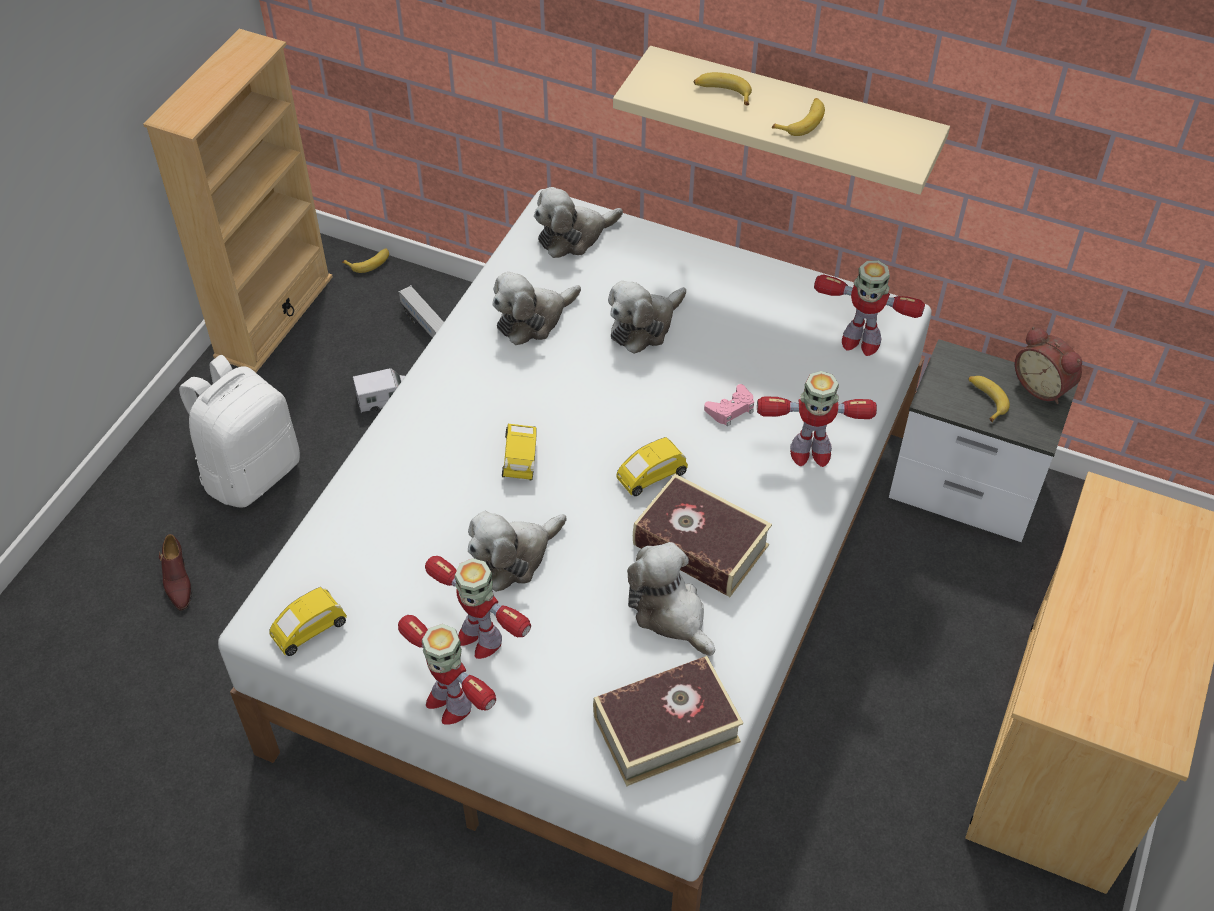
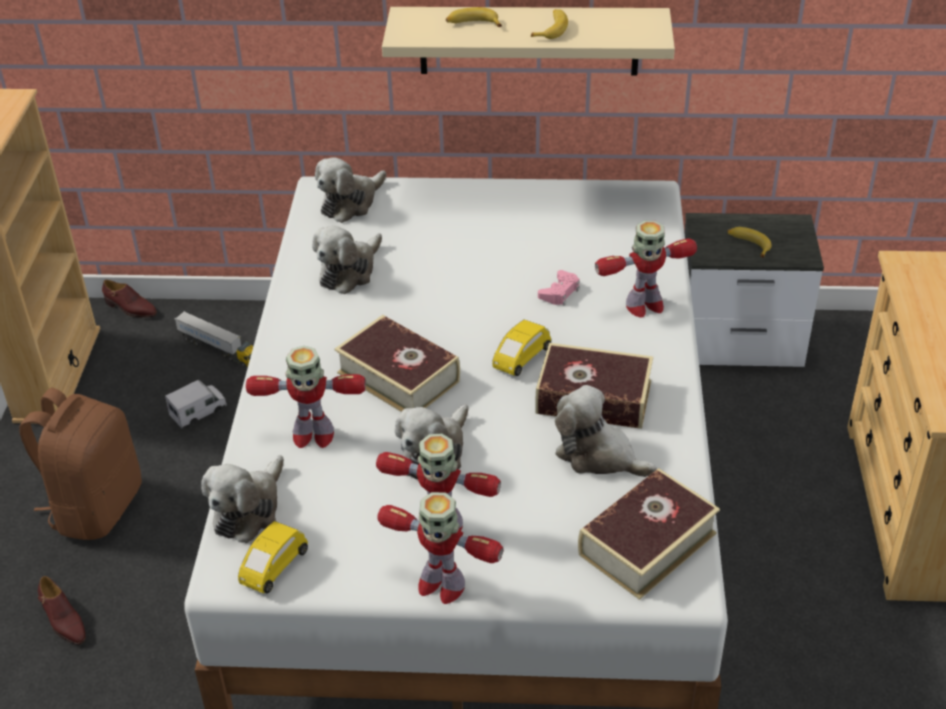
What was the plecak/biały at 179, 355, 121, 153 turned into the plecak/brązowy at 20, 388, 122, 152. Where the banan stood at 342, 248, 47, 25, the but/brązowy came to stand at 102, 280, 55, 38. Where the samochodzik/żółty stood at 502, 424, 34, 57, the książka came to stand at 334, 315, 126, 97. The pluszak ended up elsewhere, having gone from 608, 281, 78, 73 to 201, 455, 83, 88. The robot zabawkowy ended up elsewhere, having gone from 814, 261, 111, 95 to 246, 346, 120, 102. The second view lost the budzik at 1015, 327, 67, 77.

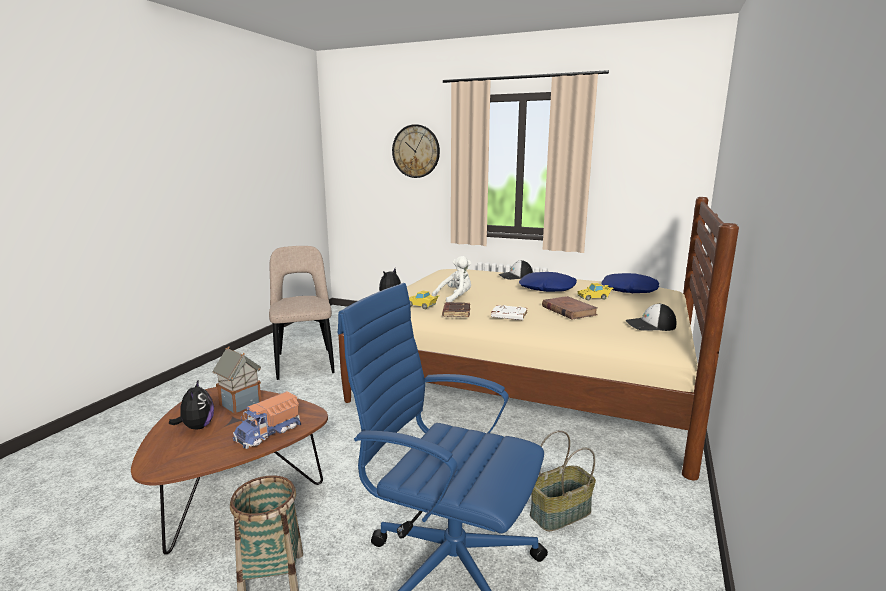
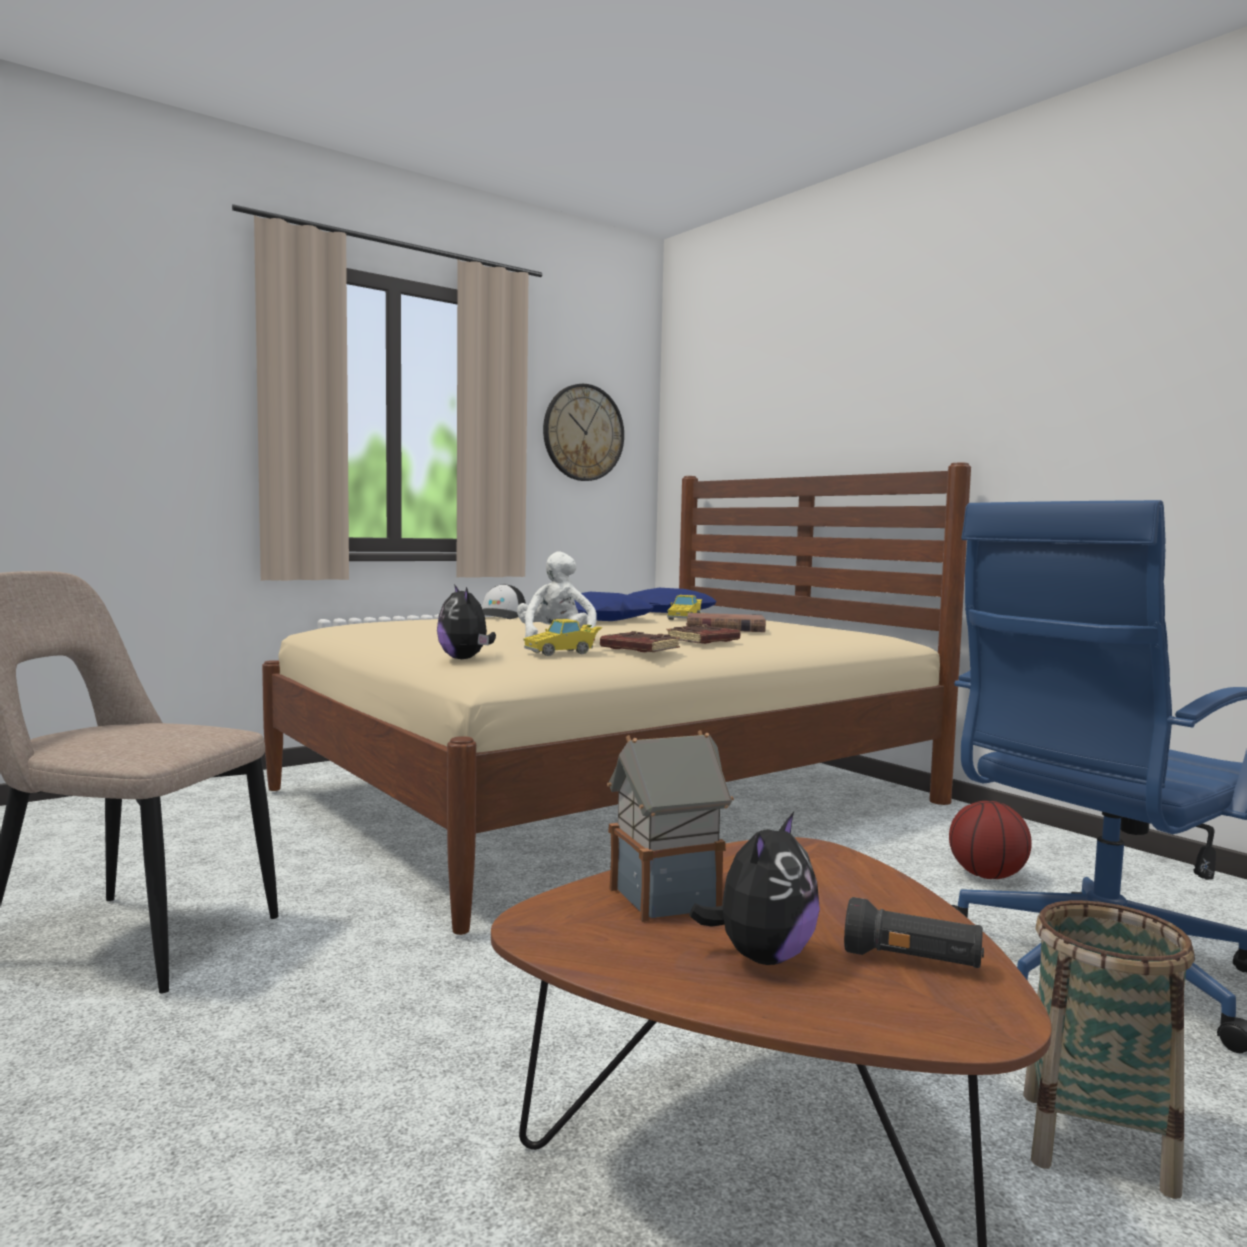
The pluszak at 169, 379, 45, 50 ended up facing another way, 105 degrees clockwise from before. The second view lost the ciężarówka zabawkowa at 233, 391, 68, 58. The zegar ścienny ended up elsewhere, having gone from 392, 124, 48, 54 to 543, 384, 81, 97. What was the książka/biały at 491, 305, 37, 15 turned into the książka/brązowy at 666, 625, 74, 19. Where the koszyk stood at 530, 430, 66, 101, the piłka do koszykówki came to stand at 949, 801, 83, 78. The second view lost the czapka z daszkiem at 626, 304, 50, 27. The second view gained the latarka/czarny at 844, 897, 140, 71.

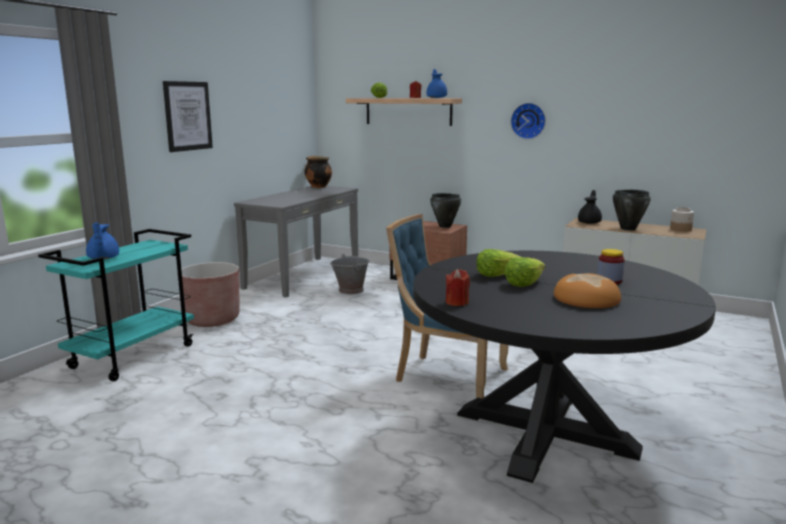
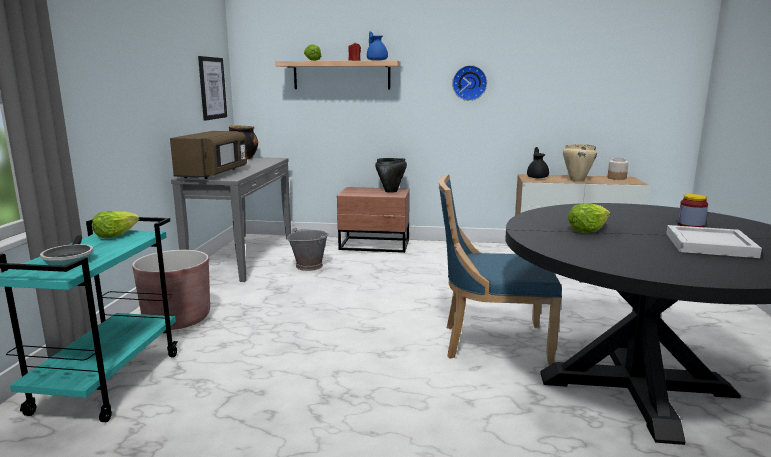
Where the imbryk/niebieski stood at 86, 222, 33, 37, the patelnia came to stand at 40, 235, 53, 31. The obraz ended up elsewhere, having gone from 163, 81, 50, 71 to 198, 56, 29, 65. The second view lost the świeca/czerwony at 446, 269, 24, 37. The sałata ended up elsewhere, having gone from 504, 257, 41, 30 to 92, 211, 47, 27. Where the chleb stood at 554, 273, 67, 35, the taca/biały came to stand at 666, 225, 96, 33. What was the garnek/czarny at 613, 190, 37, 41 turned into the garnek/beżowy at 563, 144, 34, 38. The second view gained the mikrofalówka/brązowy at 170, 131, 77, 48.

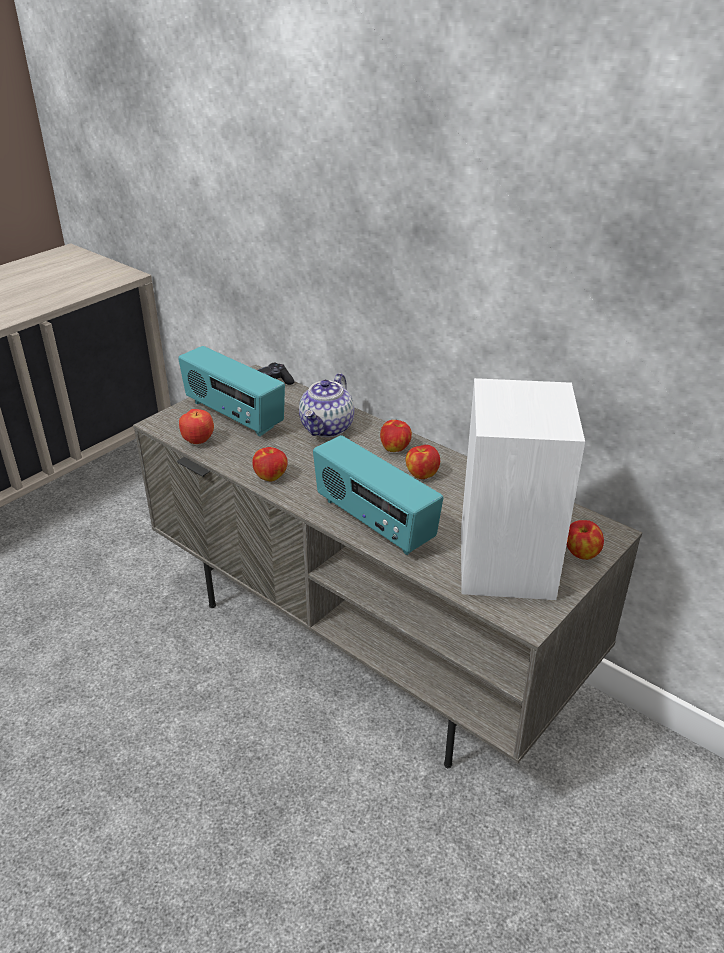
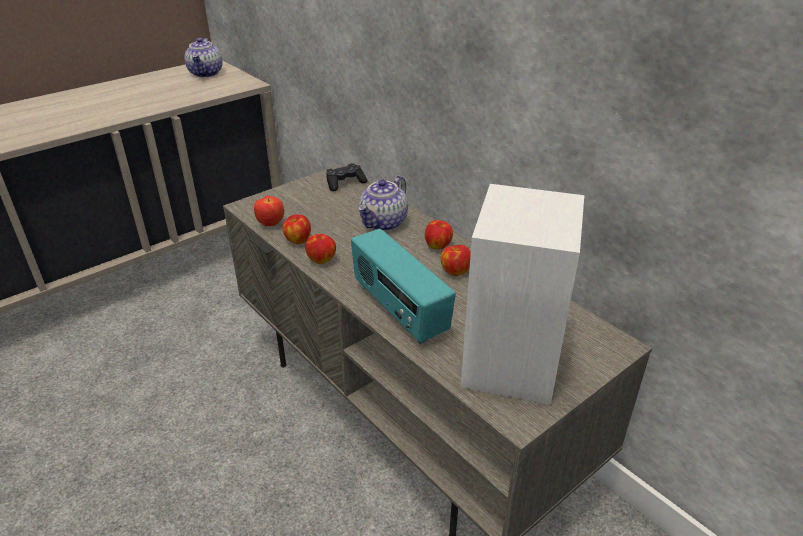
The second view lost the radio at 178, 346, 107, 91. The jabłko ended up elsewhere, having gone from 567, 520, 37, 40 to 282, 214, 29, 30. The second view gained the imbryk at 185, 38, 37, 39.

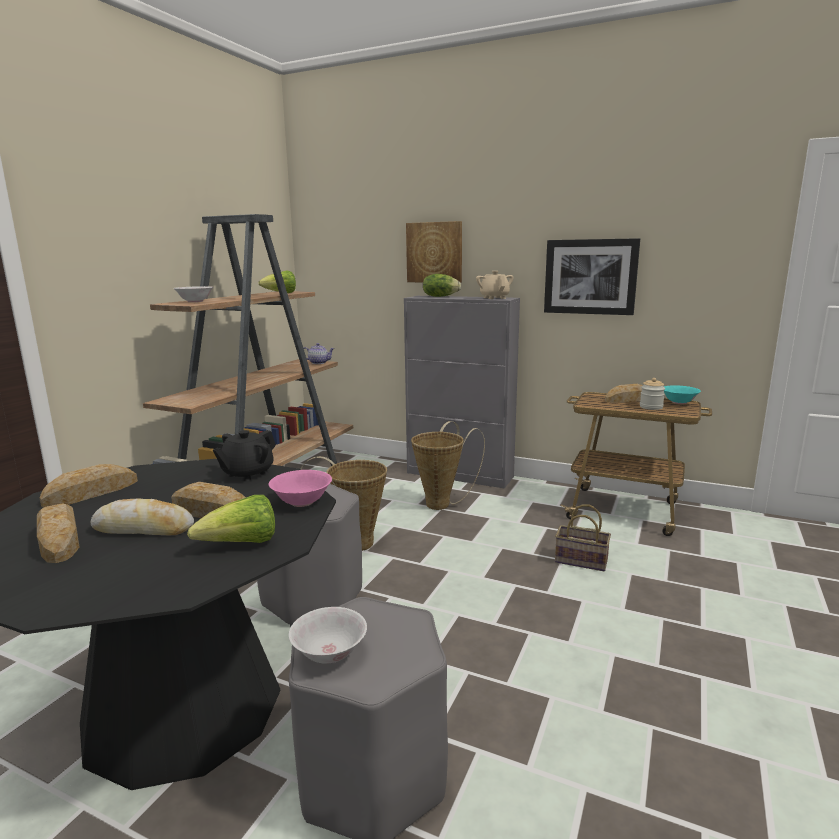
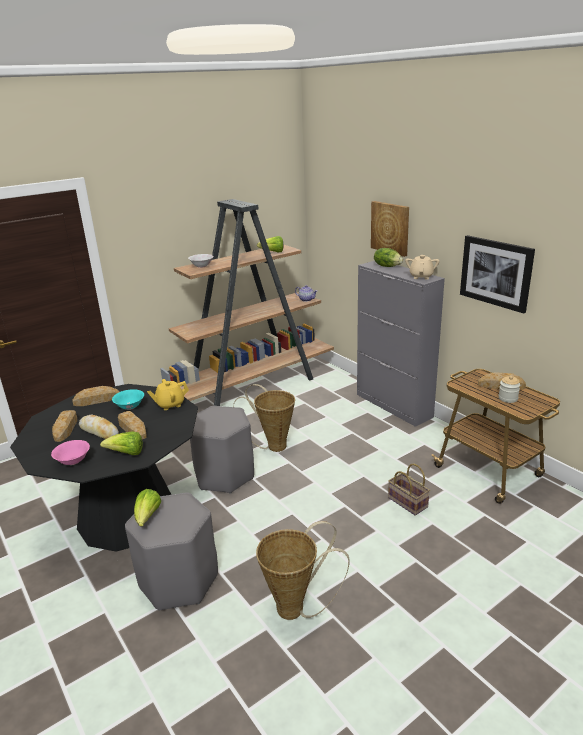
What was the imbryk/czarny at 213, 430, 63, 51 turned into the imbryk/żółty at 147, 379, 42, 31. The miska/różowy ended up elsewhere, having gone from 269, 470, 63, 37 to 51, 440, 39, 25. Where the miska/biały stood at 289, 607, 78, 57, the sałata came to stand at 134, 489, 27, 38. The koszyk ended up elsewhere, having gone from 411, 421, 74, 89 to 256, 521, 94, 99. The miska/turkusowy ended up elsewhere, having gone from 664, 385, 37, 19 to 112, 389, 32, 21.

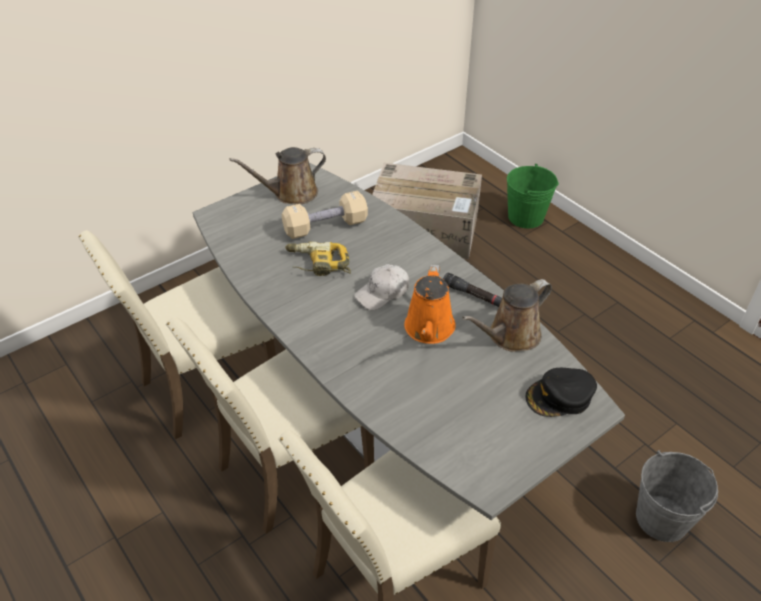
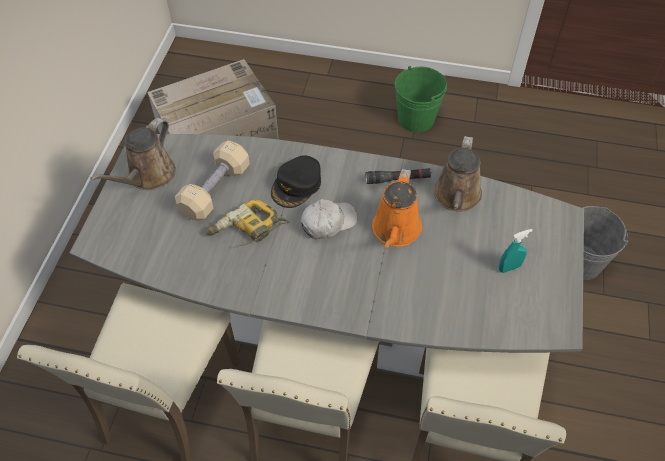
The czapka z daszkiem/biały at 354, 264, 55, 47 ended up facing another way, 135 degrees counterclockwise from before. The konewka/pomarańczowy at 404, 265, 52, 79 ended up facing another way, 45 degrees clockwise from before. The wiadro/zielony ended up elsewhere, having gone from 507, 164, 52, 64 to 395, 66, 52, 66. The czapka z daszkiem/czarny ended up elsewhere, having gone from 525, 368, 72, 49 to 271, 155, 50, 53. The second view gained the spryskiwacz/turkusowy at 499, 229, 34, 44.

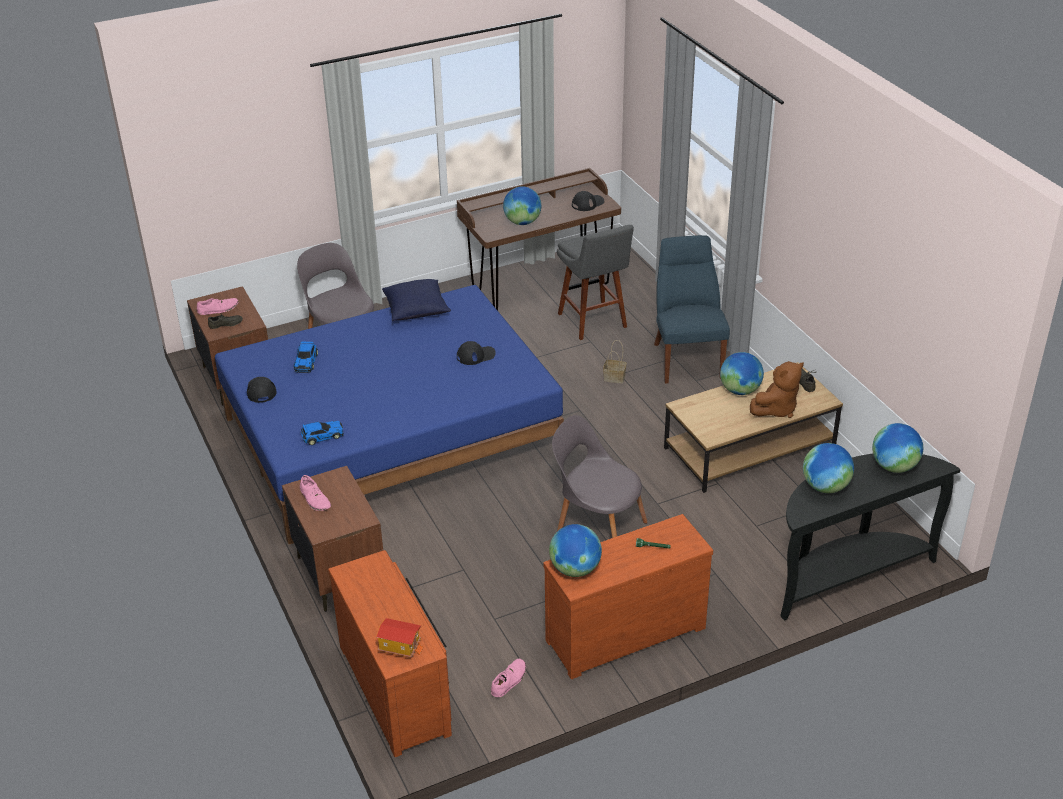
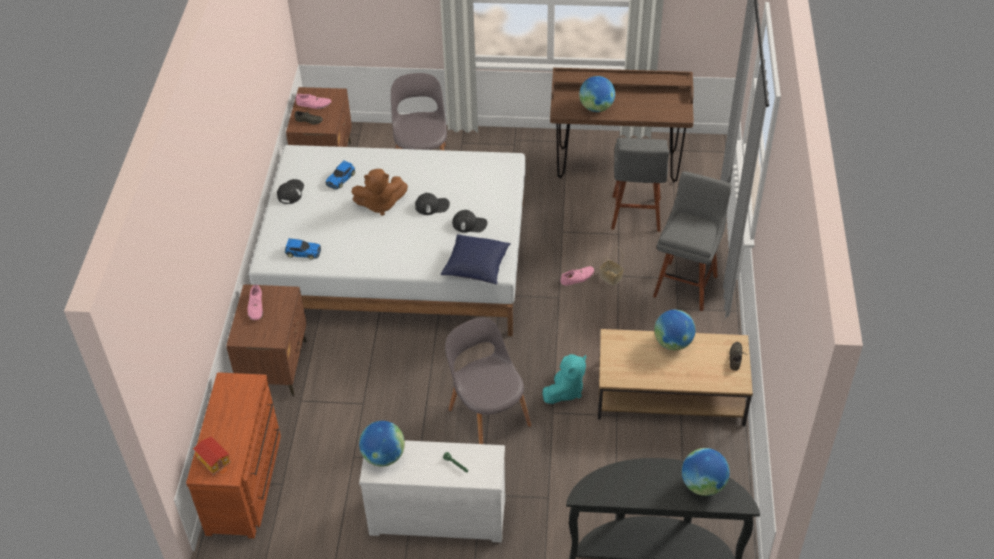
What was the łóżko/niebieski at 215, 285, 349, 259 turned into the łóżko/biały at 249, 145, 276, 191. The poduszka/niebieski ended up elsewhere, having gone from 382, 279, 69, 42 to 440, 234, 71, 51. The but/różowy ended up elsewhere, having gone from 491, 659, 35, 38 to 560, 266, 34, 20. What was the komoda/brązowy at 543, 514, 170, 165 turned into the komoda/biały at 359, 440, 146, 103. The czapka z daszkiem/czarny ended up elsewhere, having gone from 572, 191, 32, 20 to 415, 193, 35, 22. Where the krzesło/niebieski stood at 654, 235, 76, 149, the stołek/szary came to stand at 653, 171, 79, 140. The pluszak/brązowy ended up elsewhere, having gone from 750, 361, 54, 57 to 352, 169, 56, 47. The second view lost the globus at 803, 443, 51, 50. The second view gained the pluszak/turkusowy at 542, 354, 44, 50.

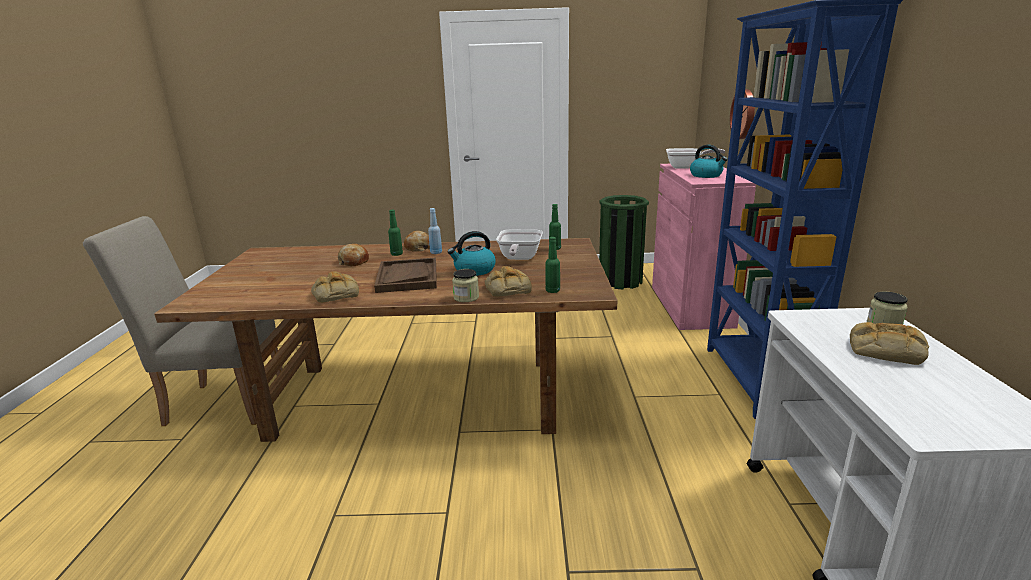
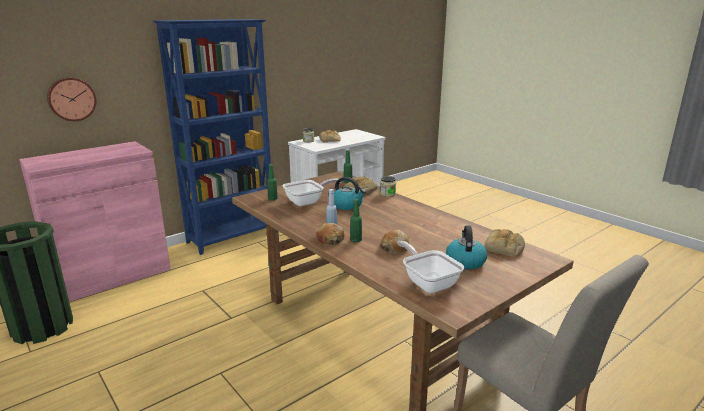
The chleb ended up elsewhere, having gone from 311, 272, 48, 31 to 484, 229, 41, 28. The second view lost the taca/brązowy at 374, 258, 63, 35. The patelnia ended up elsewhere, having gone from 666, 148, 59, 20 to 397, 241, 67, 52. The czajnik ended up elsewhere, having gone from 690, 145, 38, 33 to 446, 225, 41, 45.

